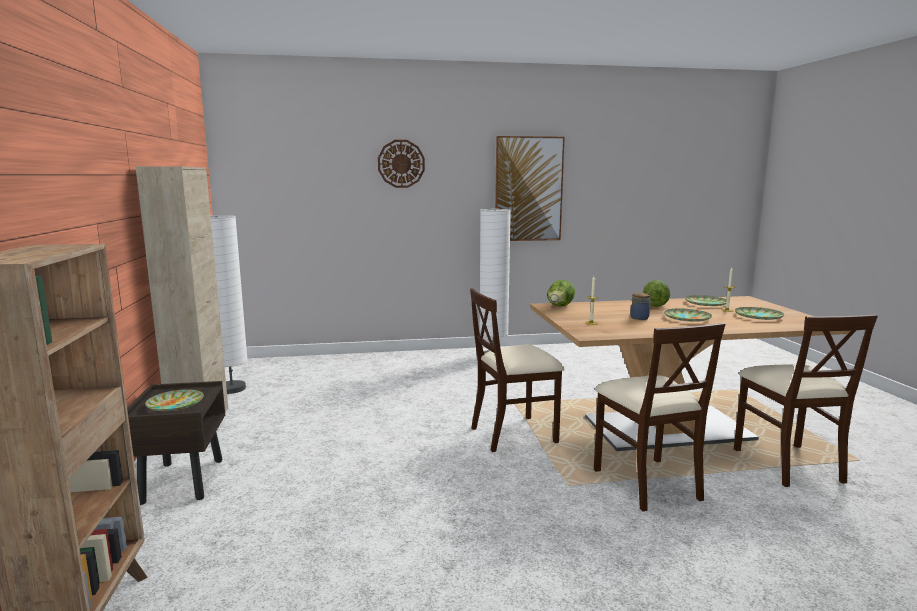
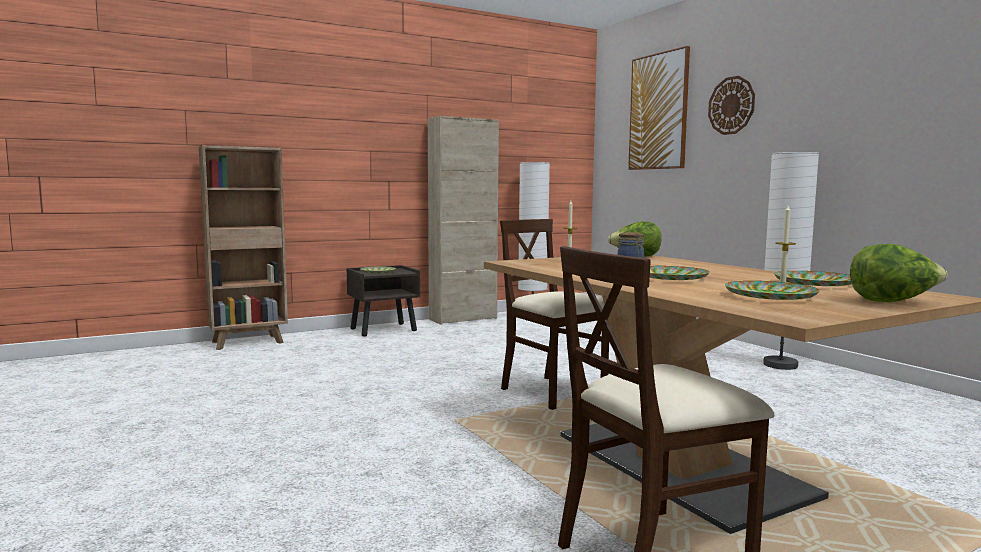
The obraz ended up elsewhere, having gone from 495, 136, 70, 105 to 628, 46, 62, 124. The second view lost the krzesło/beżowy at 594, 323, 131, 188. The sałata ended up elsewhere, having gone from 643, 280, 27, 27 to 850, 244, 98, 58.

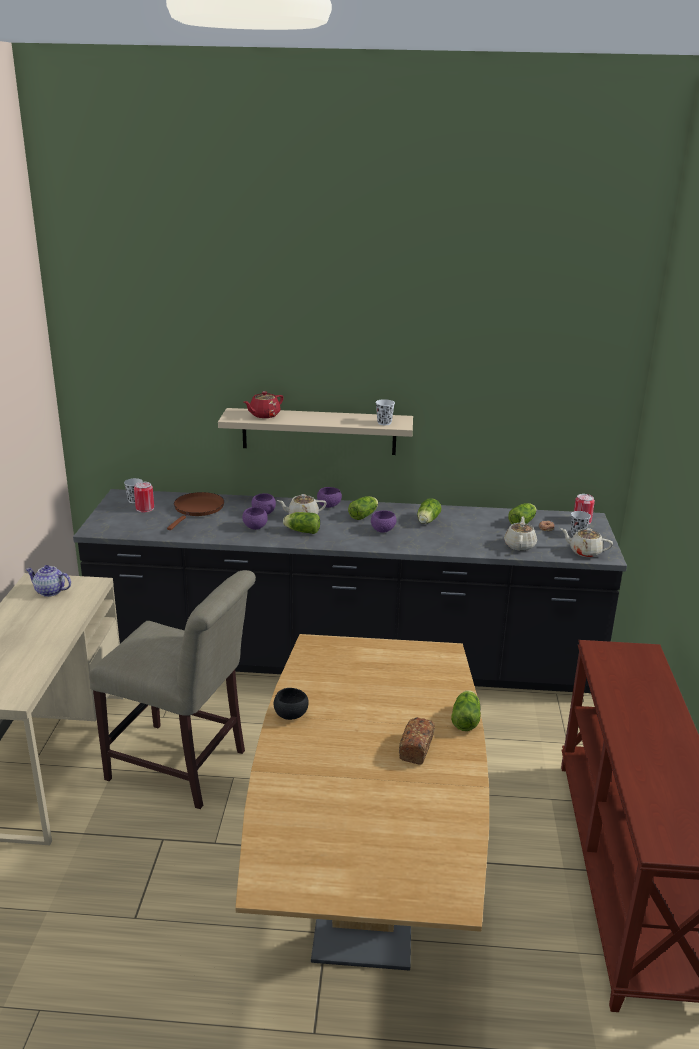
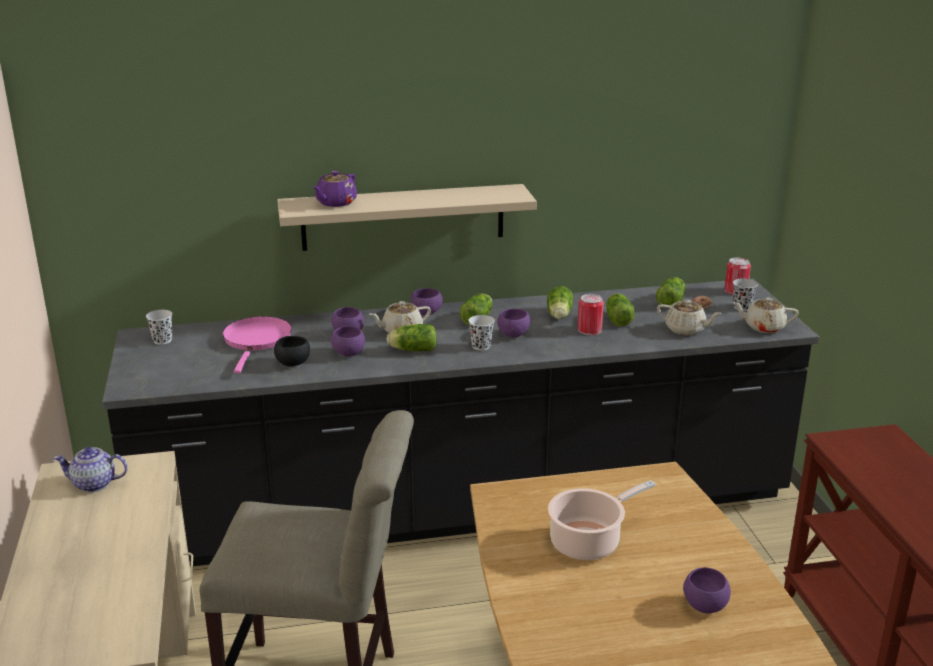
The puszka ended up elsewhere, having gone from 134, 482, 20, 30 to 578, 294, 26, 41. What was the patelnia/brązowy at 167, 492, 57, 38 turned into the patelnia/różowy at 223, 316, 69, 57. What was the imbryk/czerwony at 244, 391, 39, 27 turned into the imbryk/fioletowy at 313, 171, 44, 36. The miska/czarny ended up elsewhere, having gone from 274, 688, 35, 32 to 274, 336, 36, 31. The filiżanka/biały ended up elsewhere, having gone from 375, 399, 20, 26 to 468, 315, 26, 35. Where the chleb stood at 399, 717, 36, 47, the miska/fioletowy came to stand at 683, 567, 48, 46. The sałata ended up elsewhere, having gone from 451, 690, 30, 41 to 606, 293, 29, 33. The imbryk/beżowy at 504, 516, 33, 35 ended up facing another way, 120 degrees clockwise from before. The second view gained the garnek at 548, 480, 107, 80.

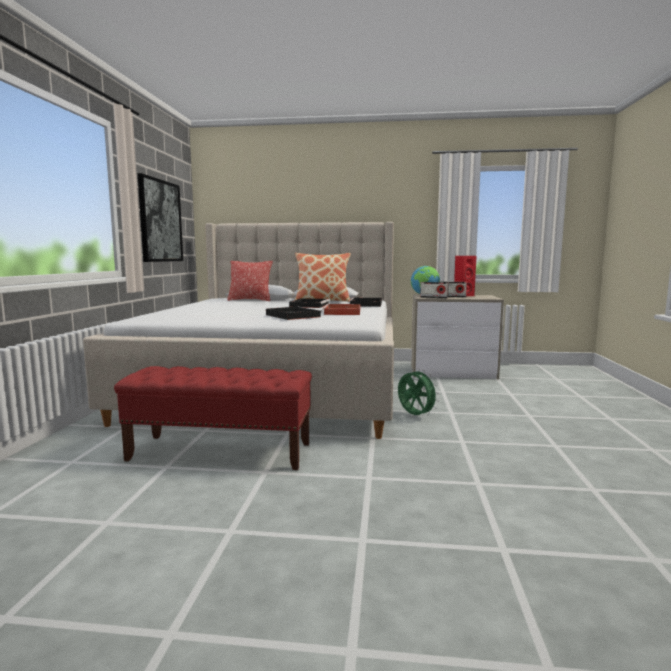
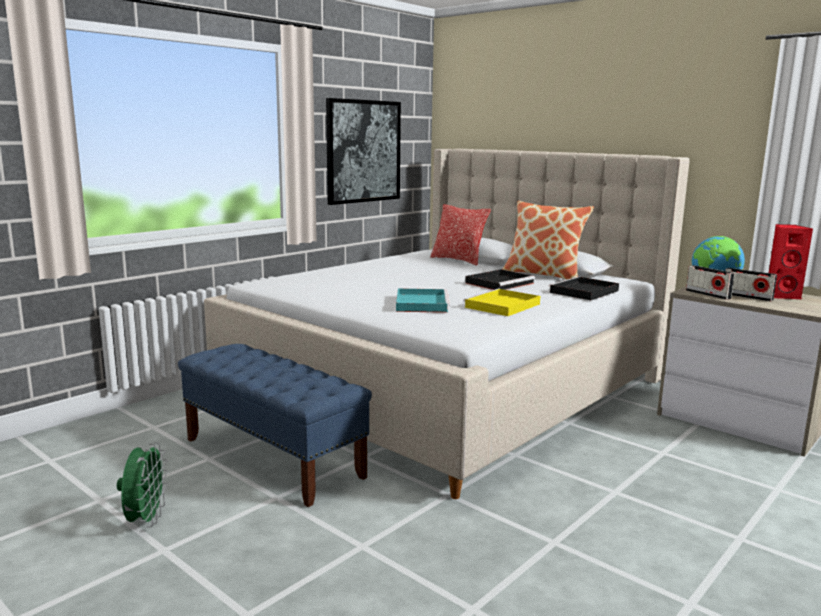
What was the ławka/czerwony at 114, 366, 198, 104 turned into the ławka/niebieski at 178, 344, 194, 163. What was the taca/czarny at 266, 306, 56, 14 turned into the taca/turkusowy at 396, 288, 54, 25. What was the taca/czerwony at 322, 304, 38, 11 turned into the taca/żółty at 463, 289, 77, 27. The wentylator/zielony ended up elsewhere, having gone from 398, 368, 41, 48 to 117, 442, 52, 85.

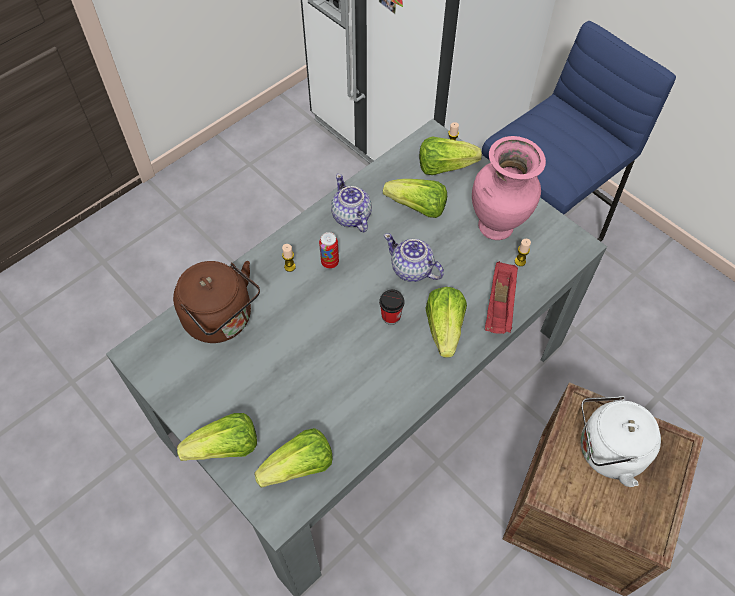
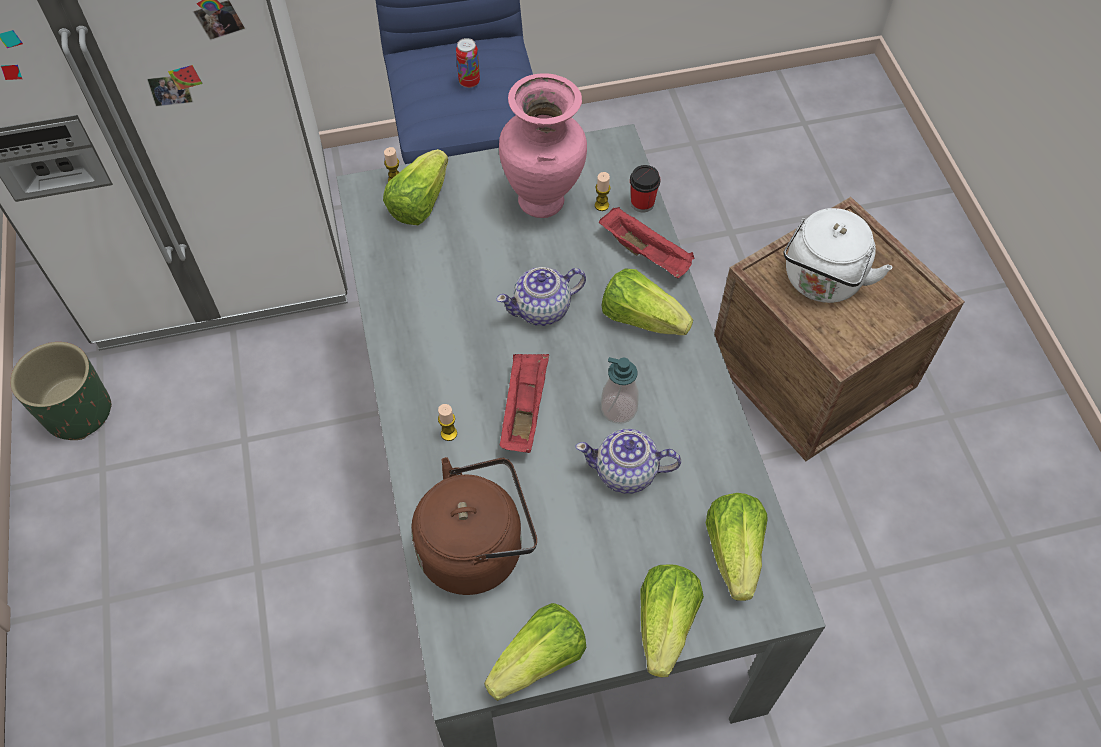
The puszka ended up elsewhere, having gone from 319, 232, 20, 37 to 456, 38, 24, 50. The imbryk ended up elsewhere, having gone from 331, 174, 41, 58 to 576, 429, 105, 65. The filiżanka ended up elsewhere, having gone from 379, 289, 26, 36 to 630, 165, 30, 47. The sałata ended up elsewhere, having gone from 383, 179, 64, 39 to 484, 603, 102, 98. The second view gained the donica/zielony at 10, 342, 102, 98. The second view gained the taca/czerwony at 500, 354, 49, 99. The second view gained the dozownik mydła at 601, 357, 37, 67.

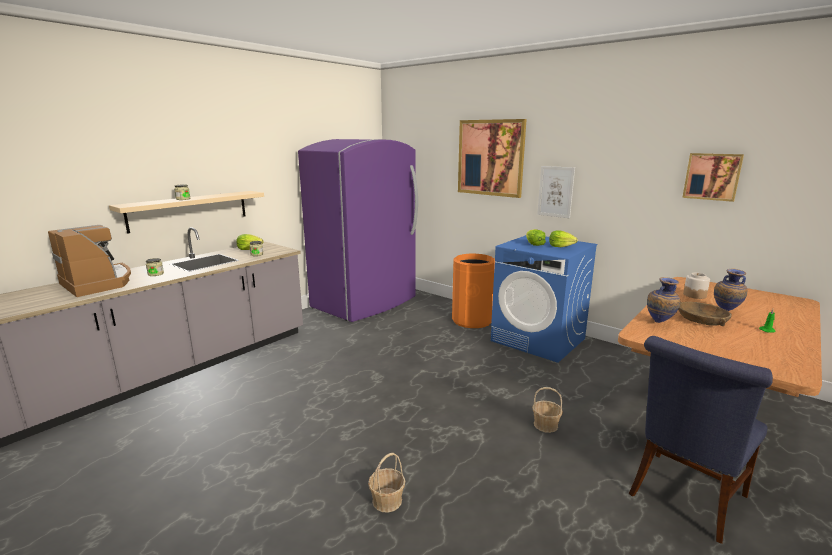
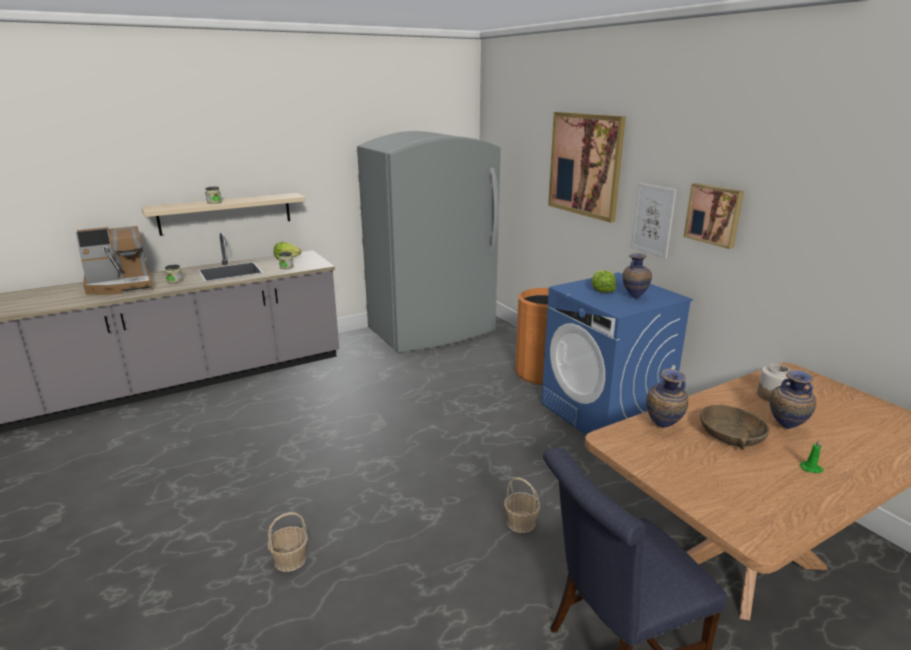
The ekspres do kawy at 48, 225, 83, 72 ended up facing another way, 90 degrees clockwise from before. What was the lodówka/fioletowy at 298, 139, 120, 183 turned into the lodówka/szary at 357, 131, 144, 222. Where the sałata stood at 549, 230, 29, 17, the wazon came to stand at 622, 253, 30, 46. The obraz ended up elsewhere, having gone from 682, 153, 62, 49 to 684, 183, 60, 66.

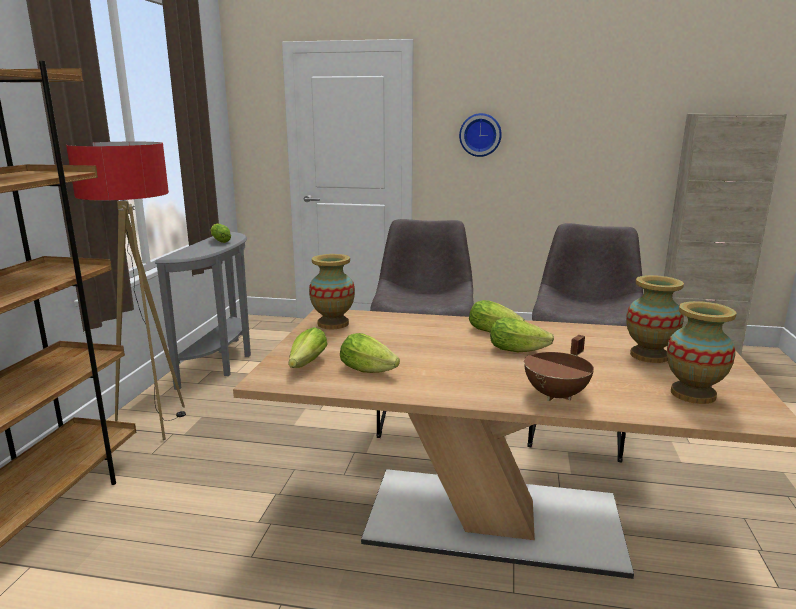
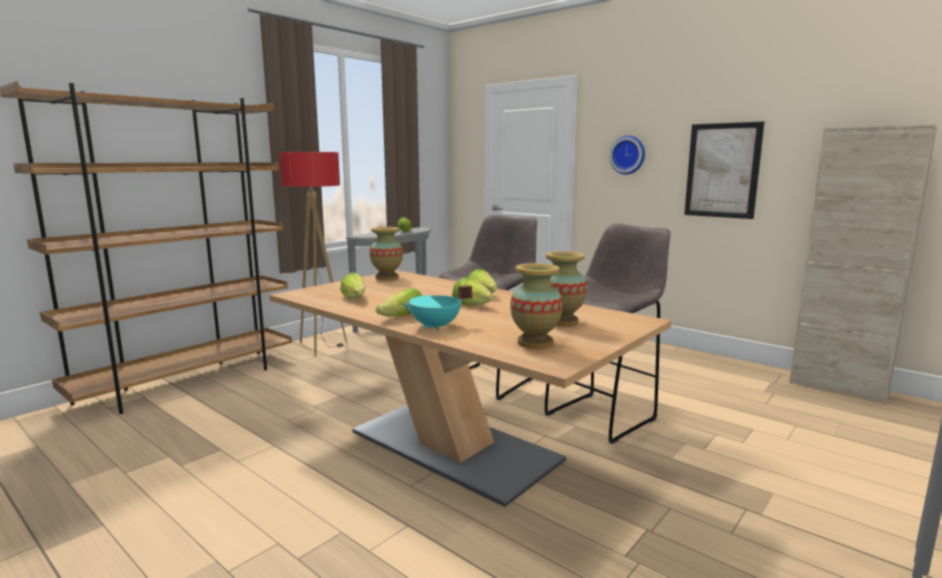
The sałata ended up elsewhere, having gone from 288, 327, 40, 41 to 376, 288, 46, 29. What was the garnek/brązowy at 524, 335, 70, 66 turned into the garnek/turkusowy at 402, 285, 70, 45. The second view gained the obraz at 684, 121, 81, 98.

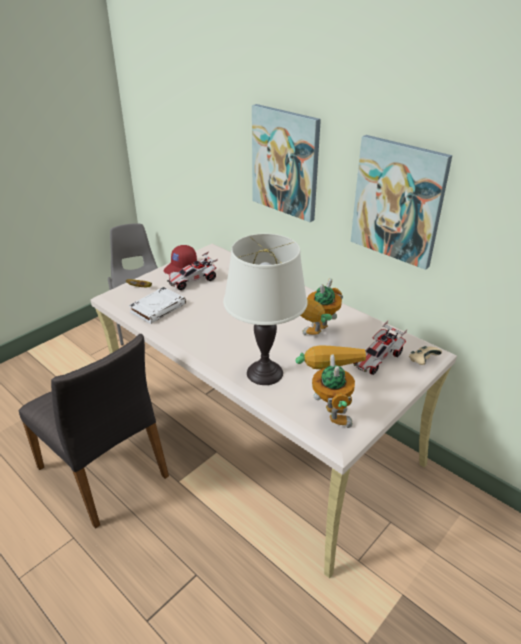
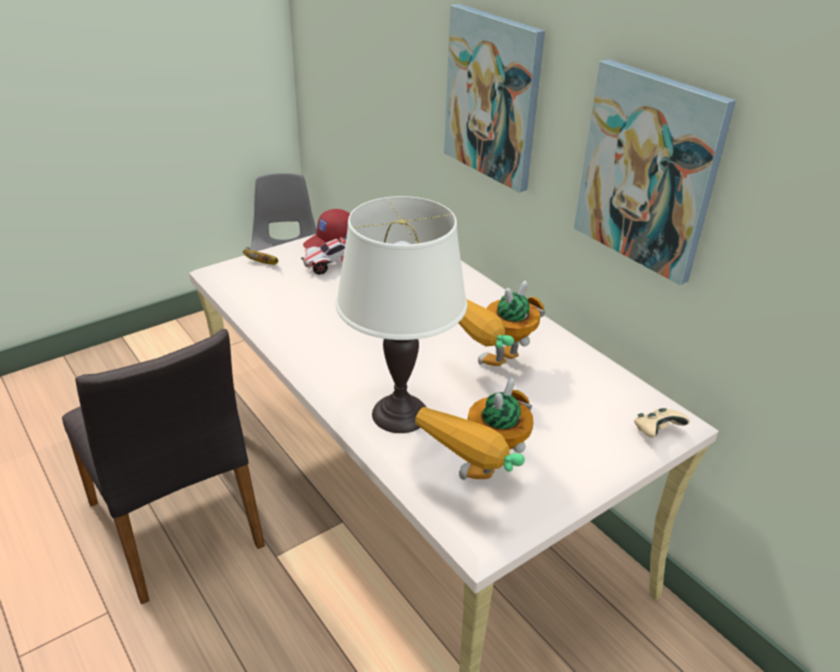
The second view lost the książka/biały at 129, 287, 57, 37. The robot zabawkowy at 295, 345, 71, 83 ended up facing another way, 150 degrees counterclockwise from before. The second view lost the samochodzik at 353, 321, 55, 54.

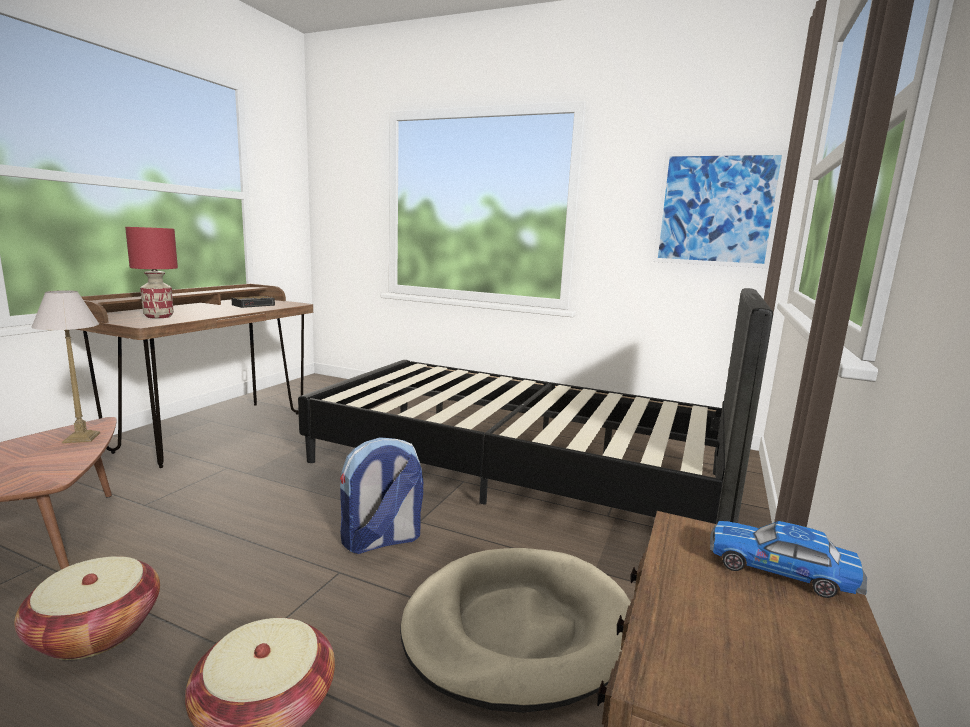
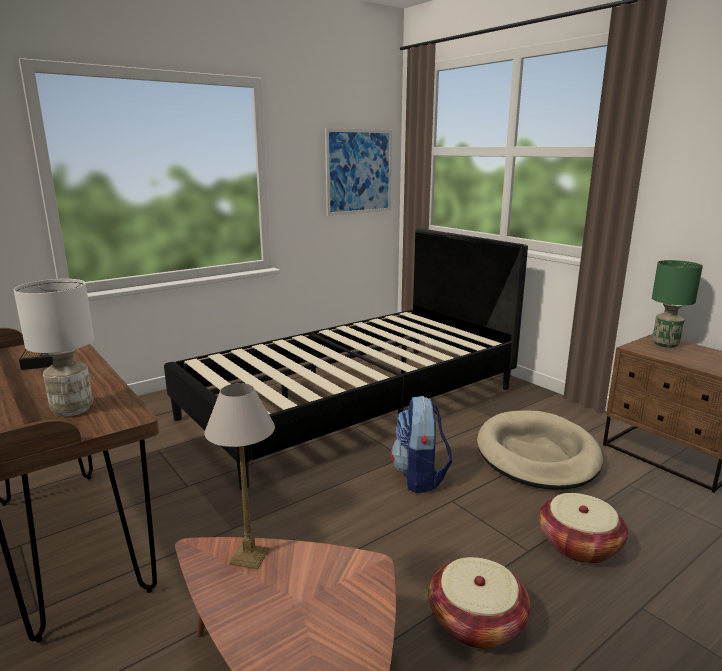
What was the lampa stołowa/czerwony at 125, 227, 53, 91 turned into the lampa stołowa/biały at 14, 279, 80, 138. Where the samochodzik stood at 710, 521, 157, 77, the lampa stołowa/zielony came to stand at 652, 260, 51, 88.

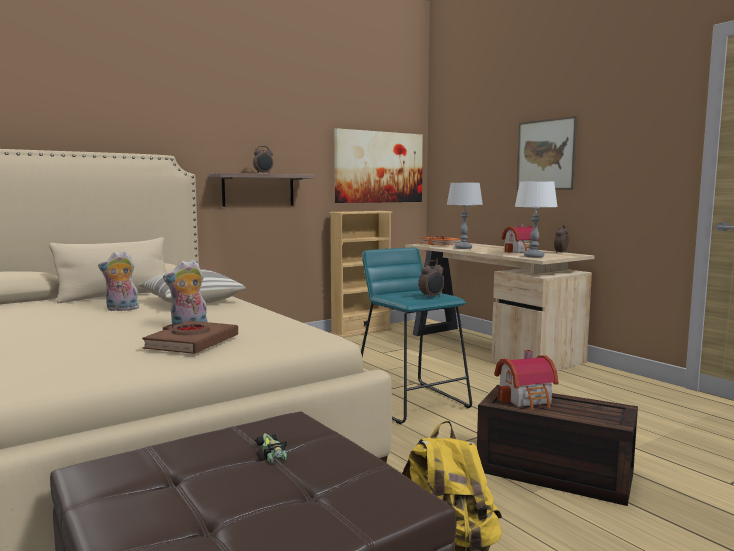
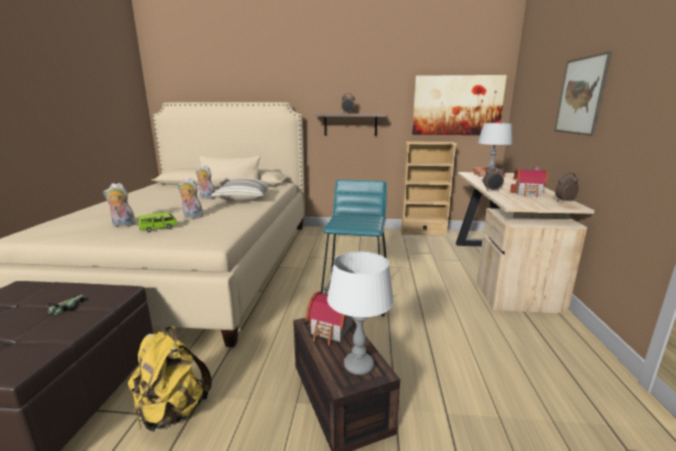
Where the książka/brązowy stood at 142, 321, 96, 33, the samochodzik/zielony came to stand at 138, 212, 40, 20. The budzik ended up elsewhere, having gone from 419, 260, 25, 38 to 483, 165, 22, 26. The lampa stołowa/biały ended up elsewhere, having gone from 515, 181, 43, 77 to 327, 252, 67, 123. The second view gained the pluszak at 103, 183, 33, 44.

